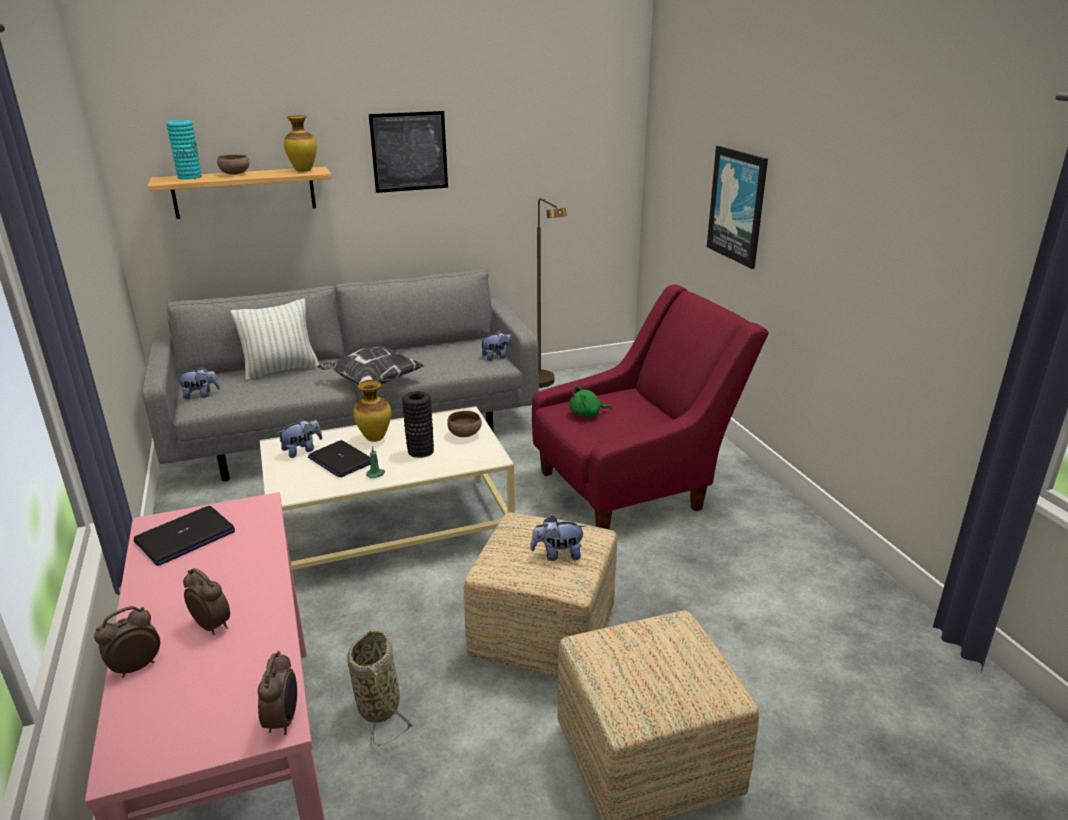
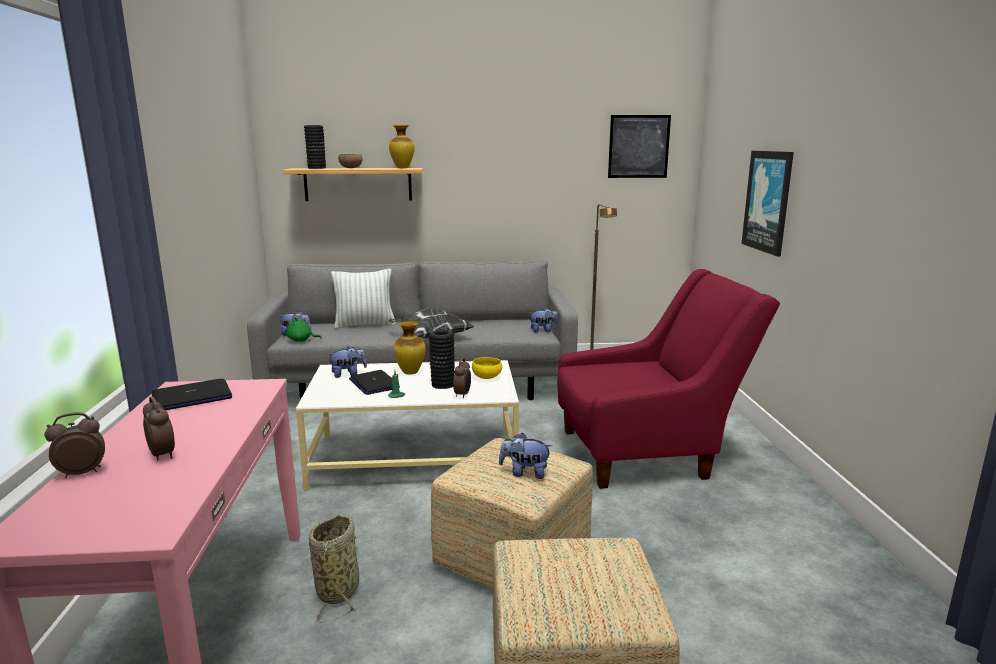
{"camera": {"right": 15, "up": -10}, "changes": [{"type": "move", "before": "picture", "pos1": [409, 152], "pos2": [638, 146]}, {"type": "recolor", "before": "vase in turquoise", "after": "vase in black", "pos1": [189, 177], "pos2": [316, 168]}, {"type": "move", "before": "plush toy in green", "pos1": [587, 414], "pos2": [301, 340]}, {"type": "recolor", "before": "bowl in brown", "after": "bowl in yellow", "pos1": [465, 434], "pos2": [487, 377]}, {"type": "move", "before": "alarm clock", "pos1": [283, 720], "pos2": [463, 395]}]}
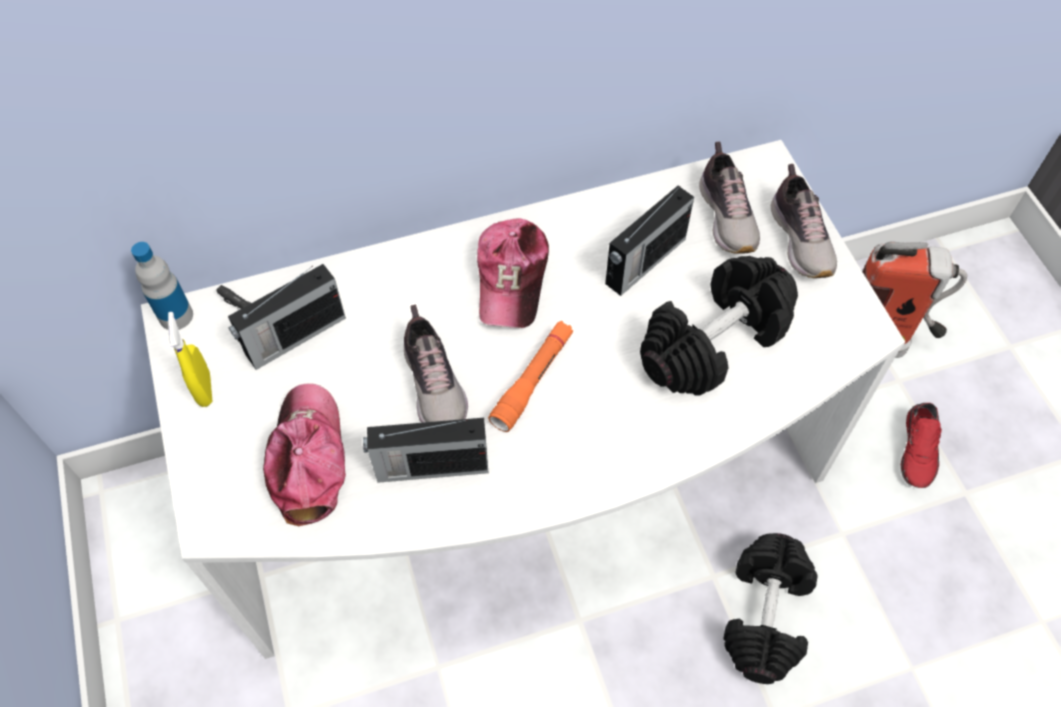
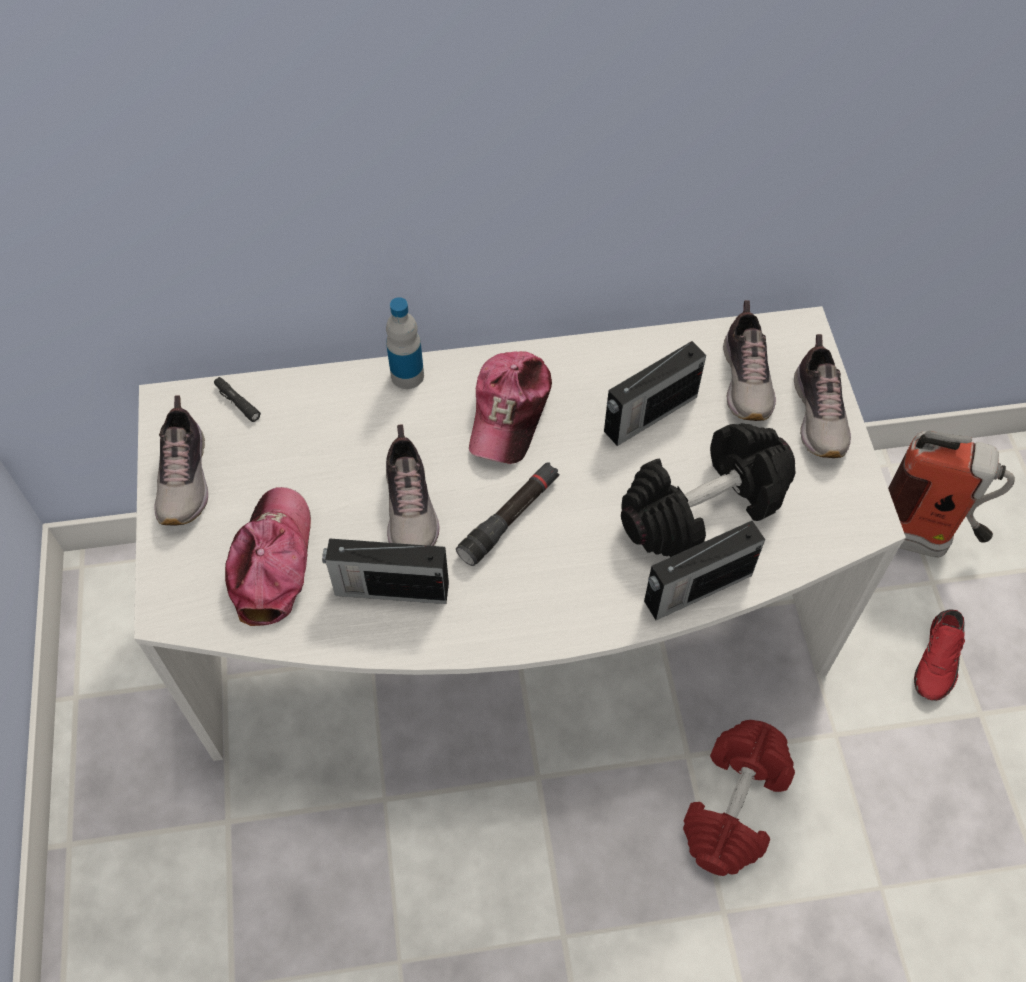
{"camera": {"right": 10, "up": 0}, "changes": [{"type": "move", "before": "bottle", "pos1": [176, 316], "pos2": [407, 375]}, {"type": "move", "before": "radio", "pos1": [293, 337], "pos2": [695, 589]}, {"type": "replace", "before": "spray bottle in yellow", "after": "shoe", "pos1": [204, 389], "pos2": [185, 478]}, {"type": "recolor", "before": "flashlight in orange", "after": "flashlight in black", "pos1": [533, 380], "pos2": [509, 518]}, {"type": "recolor", "before": "dumbbell in black", "after": "dumbbell in red", "pos1": [765, 615], "pos2": [734, 806]}]}
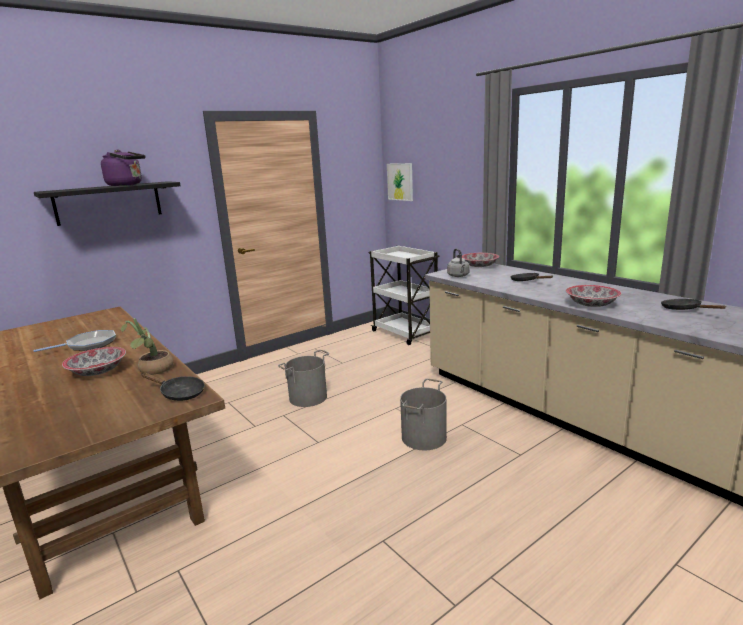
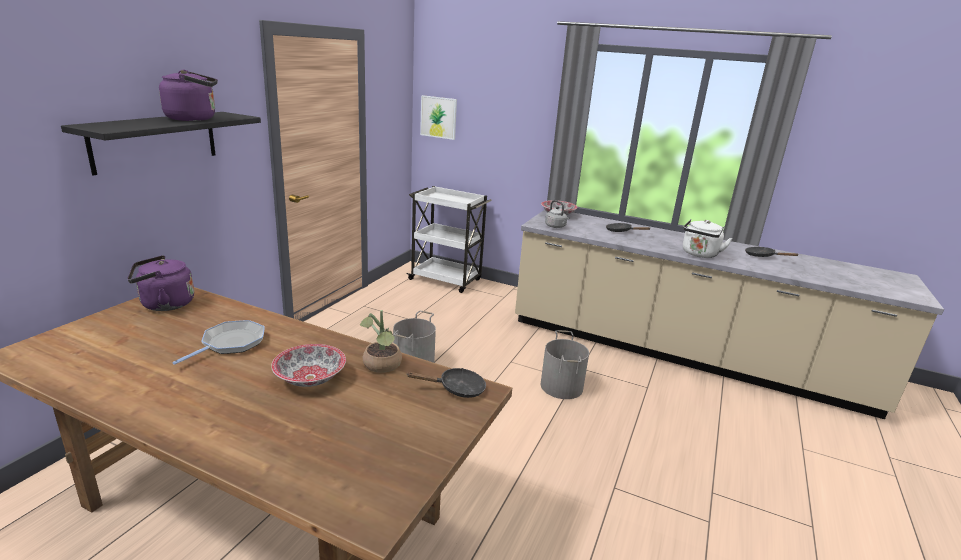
{"camera": {"right": -30, "up": 5}, "changes": [{"type": "replace", "before": "bowl", "after": "kettle in white", "pos1": [591, 304], "pos2": [699, 254]}, {"type": "insert", "after": "kettle in purple", "pos2": [164, 304]}]}
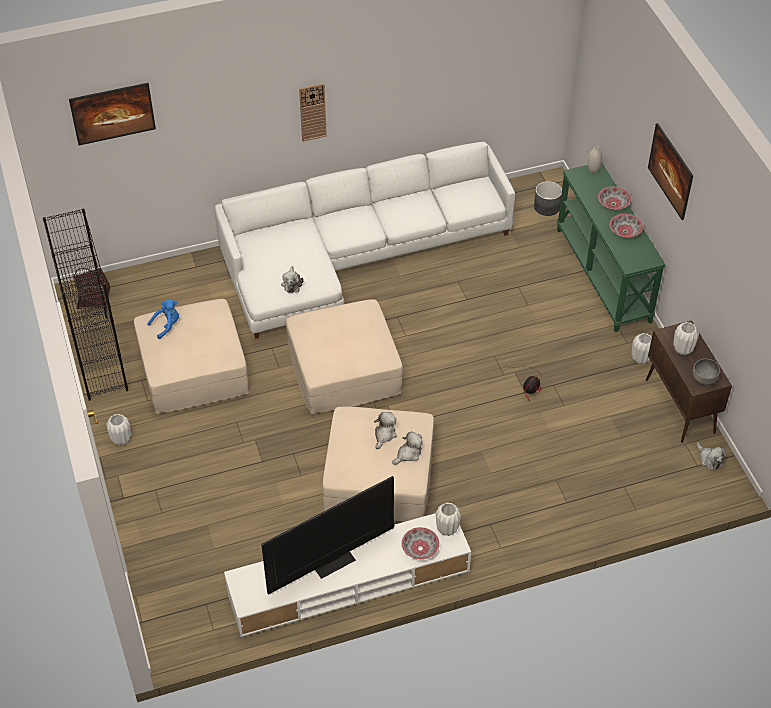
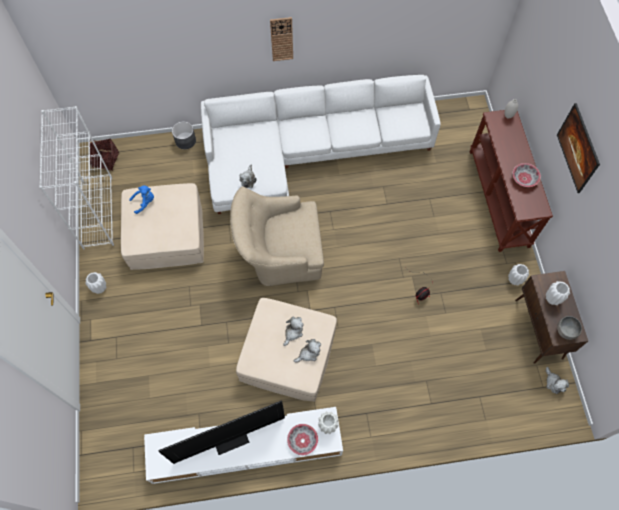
{"camera": {"right": 10, "up": 15}, "changes": [{"type": "delete", "before": "picture", "pos1": [115, 124]}, {"type": "recolor", "before": "console table in green", "after": "console table in brown", "pos1": [604, 275], "pos2": [499, 198]}, {"type": "move", "before": "planter in grey", "pos1": [547, 206], "pos2": [185, 140]}, {"type": "delete", "before": "bowl", "pos1": [613, 204]}, {"type": "recolor", "before": "bookcase in black", "after": "bookcase in white", "pos1": [97, 357], "pos2": [97, 212]}, {"type": "replace", "before": "ottoman in beige", "after": "armchair in beige", "pos1": [343, 370], "pos2": [279, 253]}]}
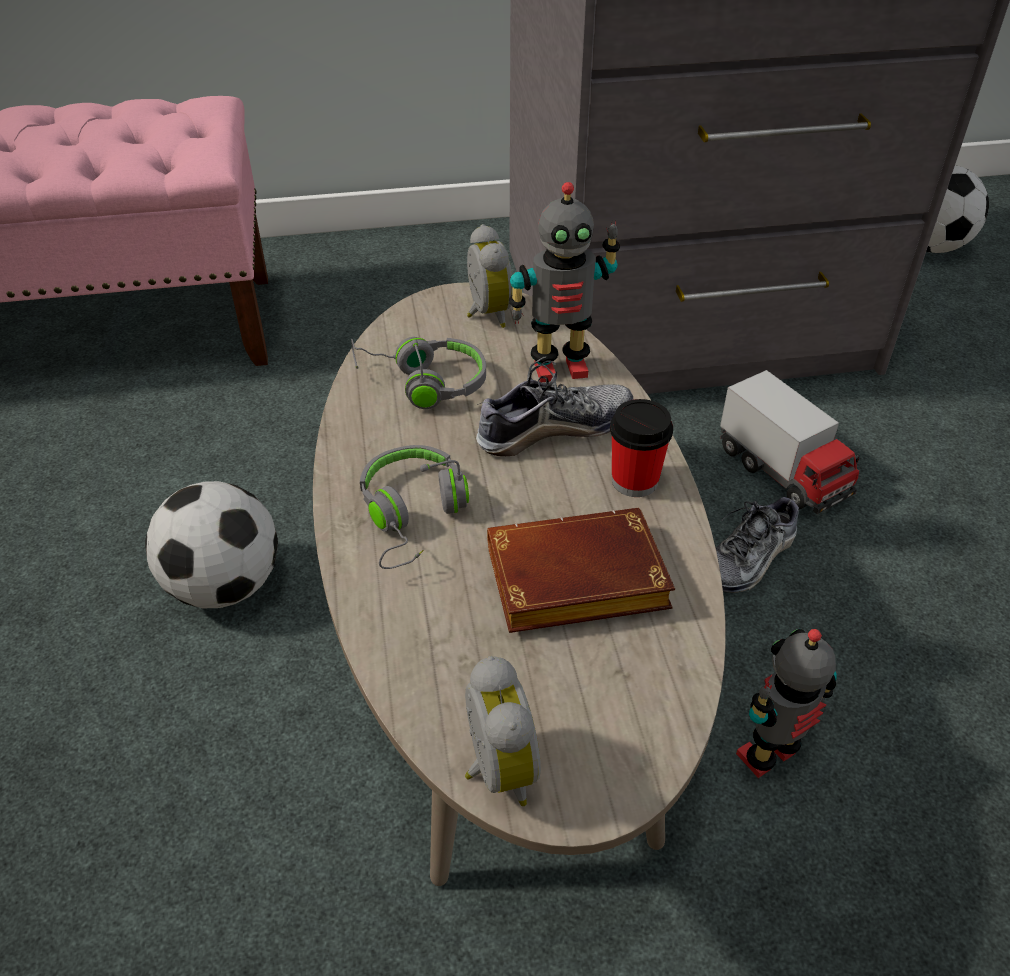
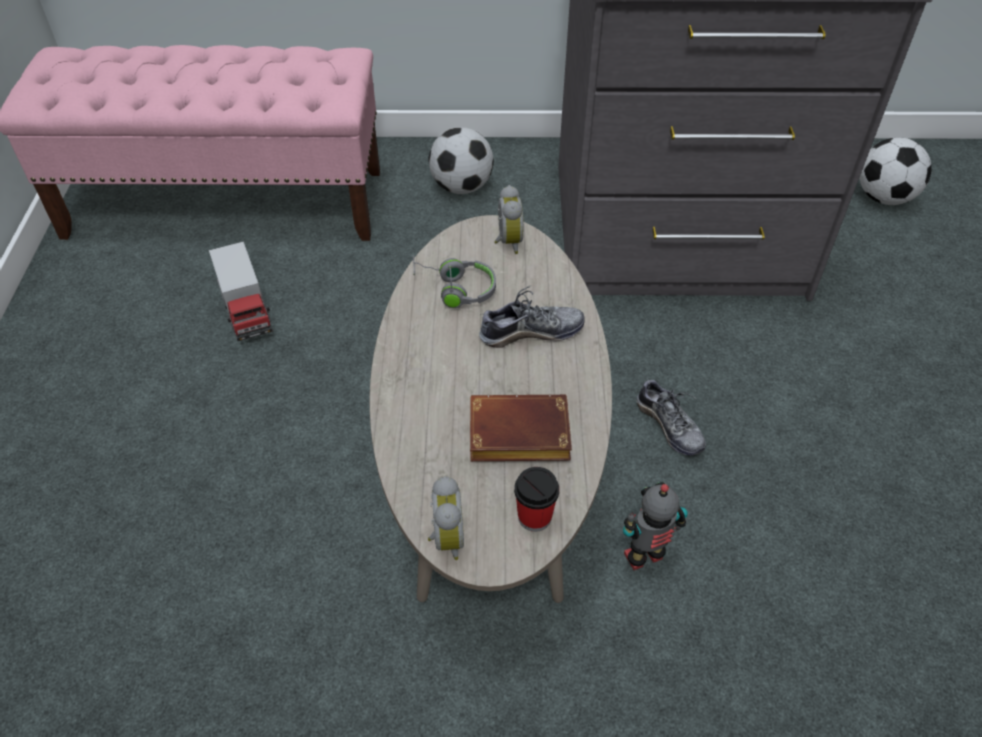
{"camera": {"right": 10, "up": 5}, "changes": [{"type": "delete", "before": "toy robot", "pos1": [559, 367]}, {"type": "move", "before": "toy truck", "pos1": [782, 473], "pos2": [246, 311]}, {"type": "move", "before": "cup", "pos1": [634, 481], "pos2": [534, 517]}, {"type": "delete", "before": "headphones in grey", "pos1": [413, 515]}, {"type": "move", "before": "football", "pos1": [225, 586], "pos2": [461, 187]}, {"type": "rotate", "before": "shoe", "pos1": [748, 559], "pos2": [669, 426], "turn": -90}]}
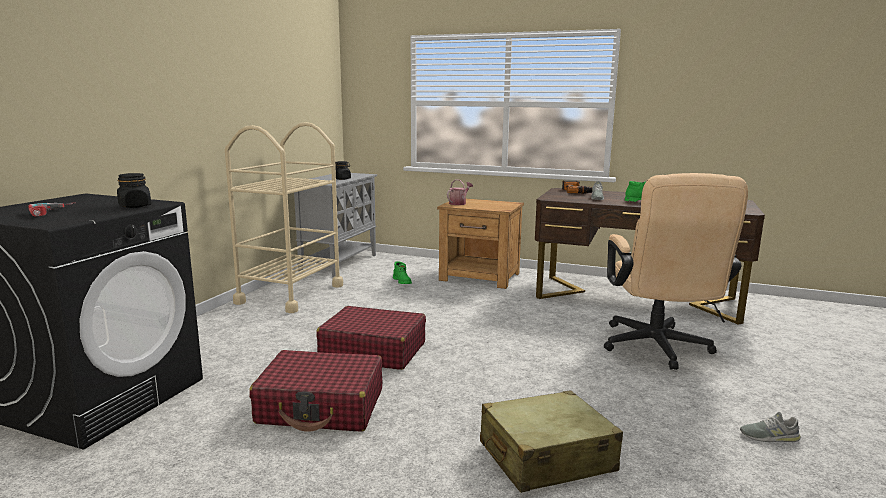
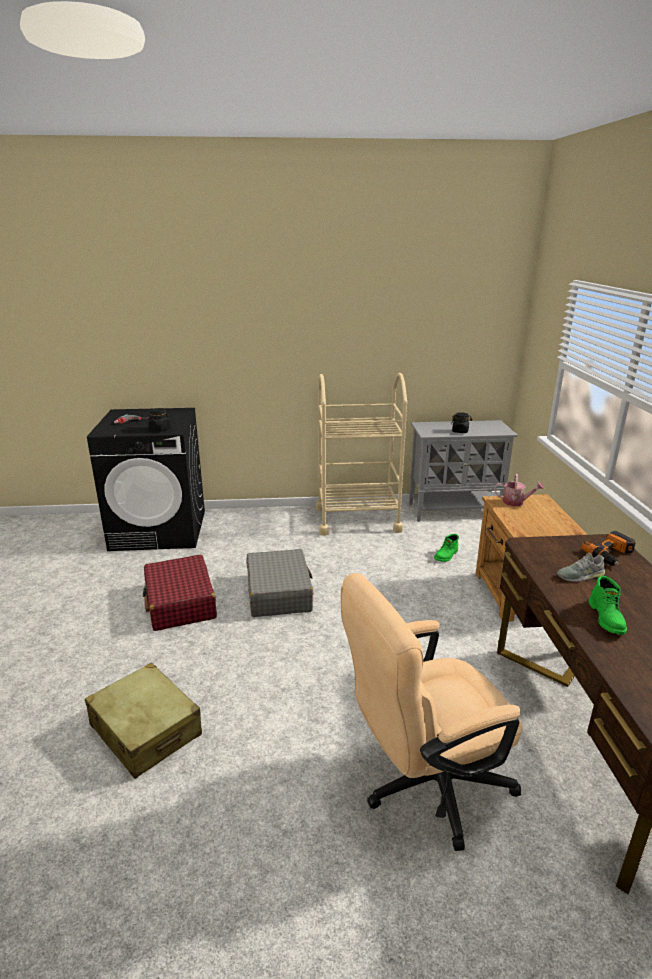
{"camera": {"right": 65, "up": 10}, "changes": [{"type": "recolor", "before": "suitcase in red", "after": "suitcase in grey", "pos1": [373, 351], "pos2": [279, 593]}, {"type": "delete", "before": "shoe in grey", "pos1": [769, 436]}]}
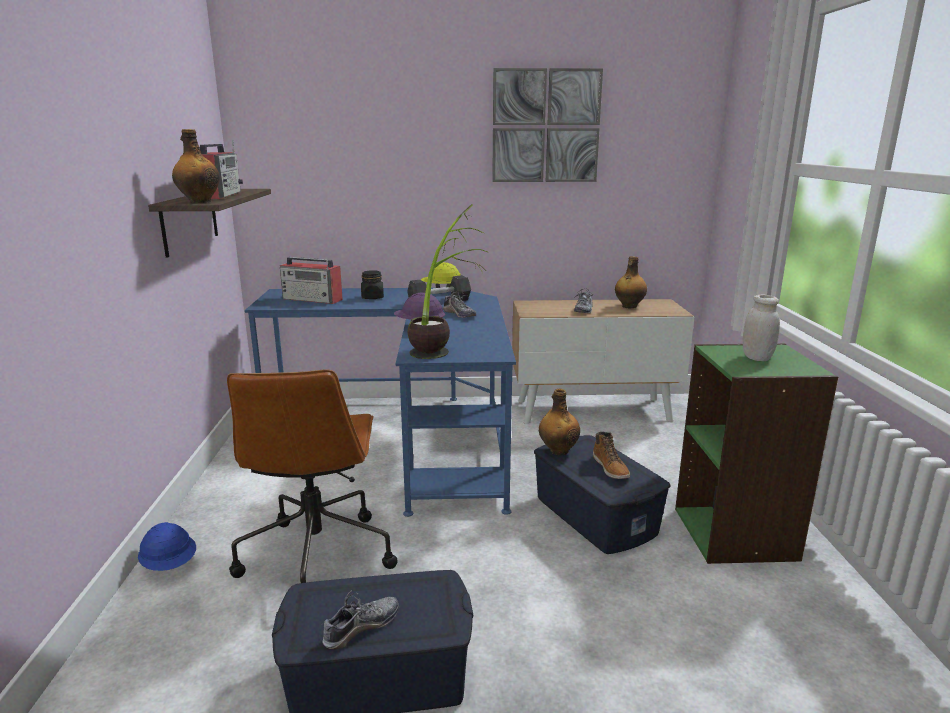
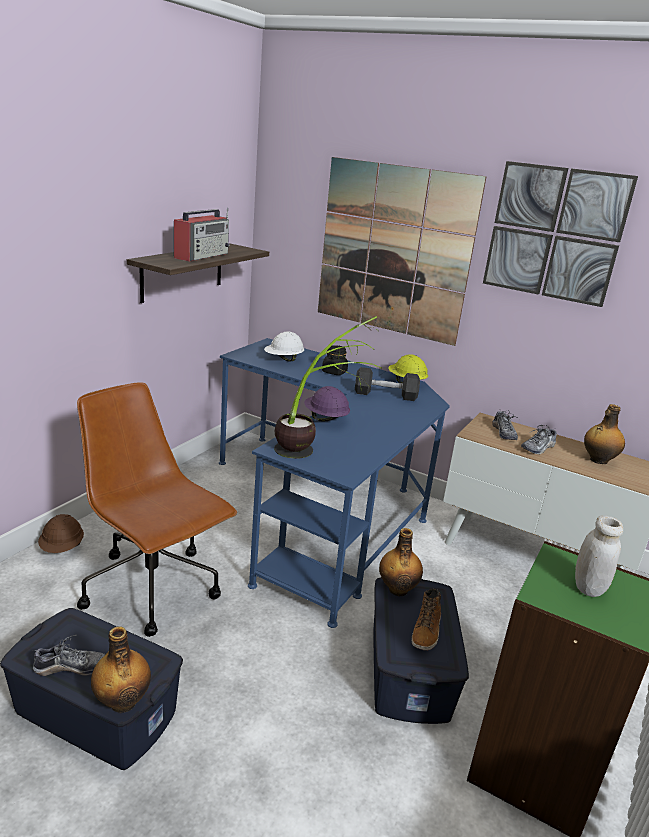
{"camera": {"right": 30, "up": 5}, "changes": [{"type": "move", "before": "bottle", "pos1": [199, 202], "pos2": [122, 701]}, {"type": "replace", "before": "radio", "after": "hard hat in white", "pos1": [313, 299], "pos2": [283, 360]}, {"type": "move", "before": "shoe", "pos1": [459, 314], "pos2": [504, 433]}, {"type": "rotate", "before": "office chair in brown", "pos1": [317, 556], "pos2": [153, 589], "turn": 105}, {"type": "recolor", "before": "hard hat in blue", "after": "hard hat in brown", "pos1": [170, 565], "pos2": [62, 548]}, {"type": "insert", "after": "picture", "pos2": [394, 250]}]}
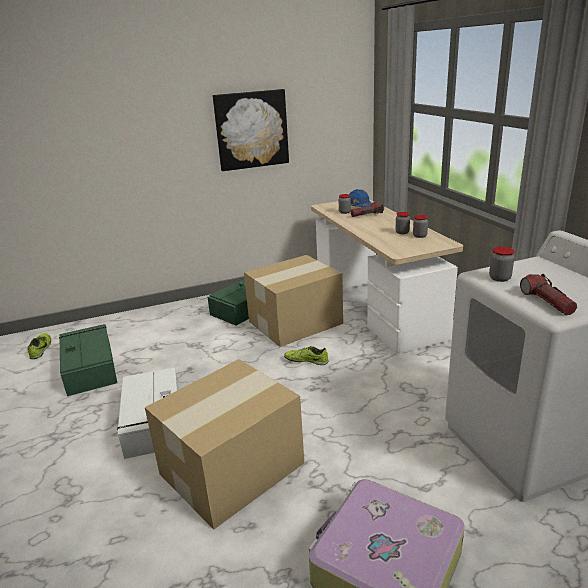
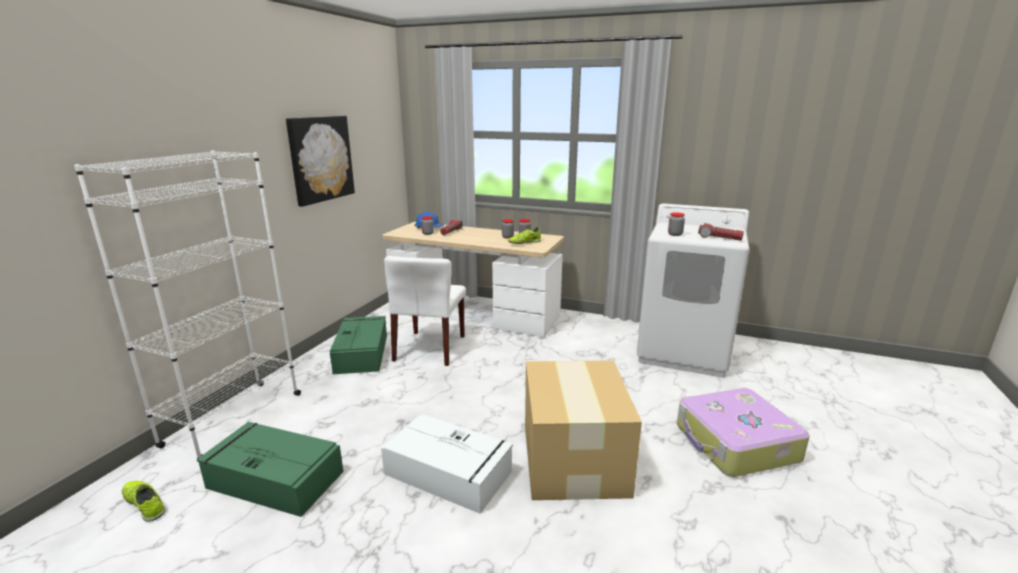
{"camera": {"right": -50, "up": -5}, "changes": [{"type": "replace", "before": "cardboard box", "after": "chair in white", "pos1": [294, 322], "pos2": [430, 348]}, {"type": "move", "before": "shoe", "pos1": [306, 360], "pos2": [524, 243]}, {"type": "insert", "after": "bookcase in white", "pos2": [233, 419]}]}
